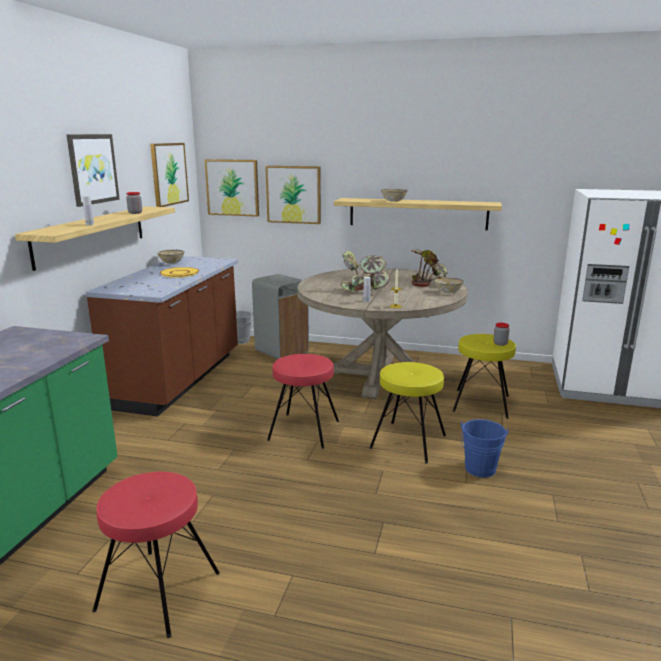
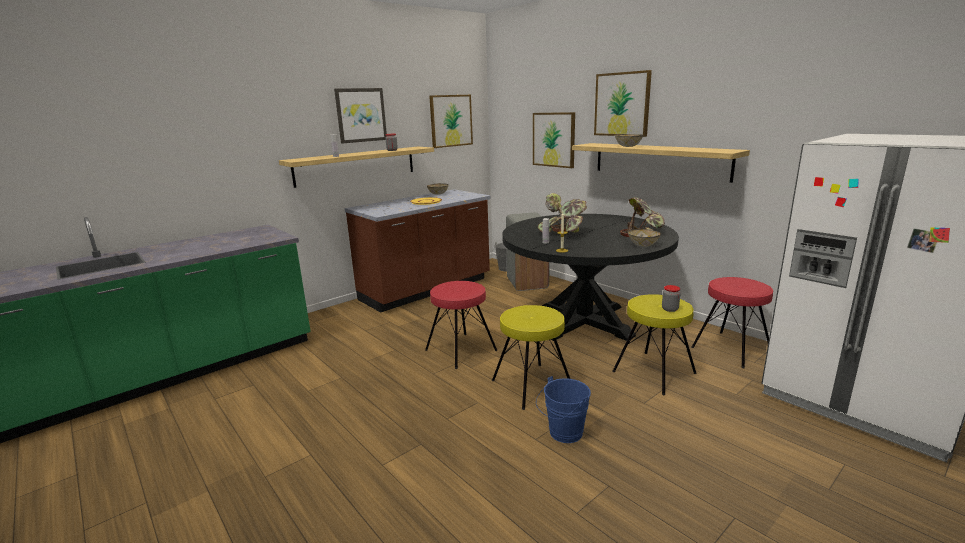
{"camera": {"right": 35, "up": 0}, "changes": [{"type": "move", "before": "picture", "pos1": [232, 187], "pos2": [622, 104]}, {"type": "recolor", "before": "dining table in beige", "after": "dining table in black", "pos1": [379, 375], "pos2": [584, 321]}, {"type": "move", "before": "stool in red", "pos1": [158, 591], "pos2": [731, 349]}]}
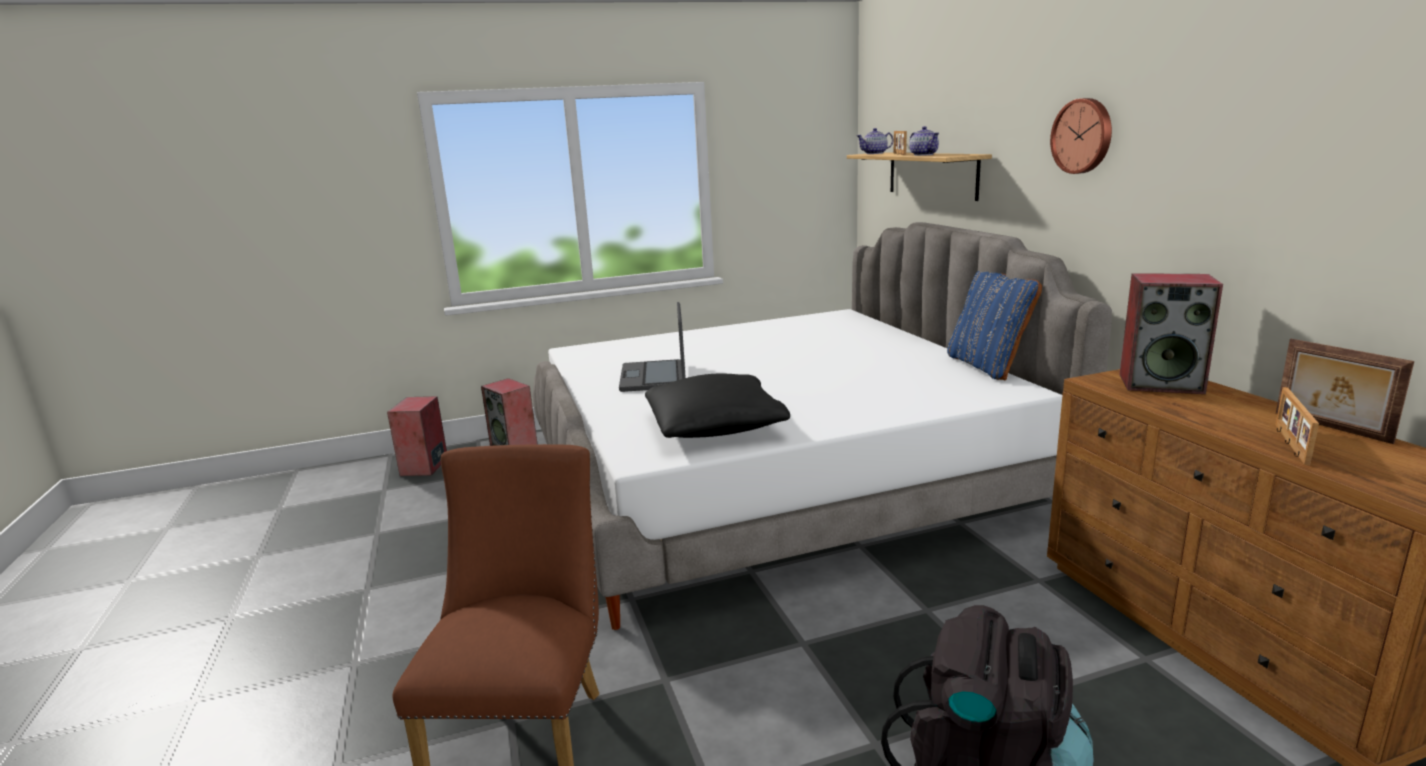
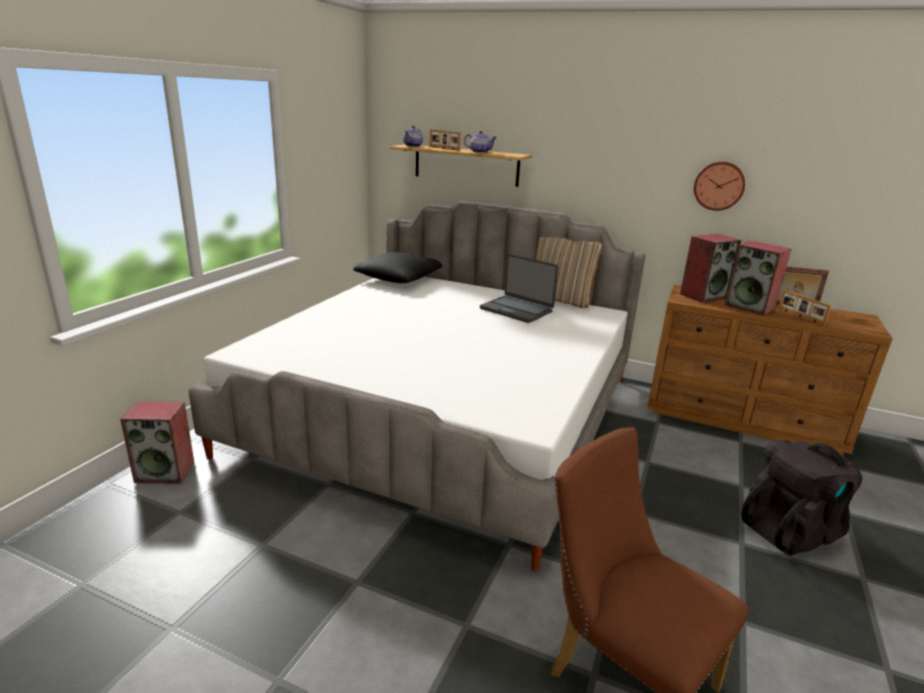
{"camera": {"right": -50, "up": 5}, "changes": [{"type": "move", "before": "wall clock", "pos1": [1083, 136], "pos2": [719, 186]}, {"type": "recolor", "before": "pillow in blue", "after": "pillow in beige", "pos1": [988, 366], "pos2": [560, 300]}, {"type": "move", "before": "laptop", "pos1": [654, 377], "pos2": [516, 310]}, {"type": "move", "before": "pillow in black", "pos1": [715, 426], "pos2": [399, 279]}, {"type": "move", "before": "speaker", "pos1": [424, 467], "pos2": [750, 307]}]}
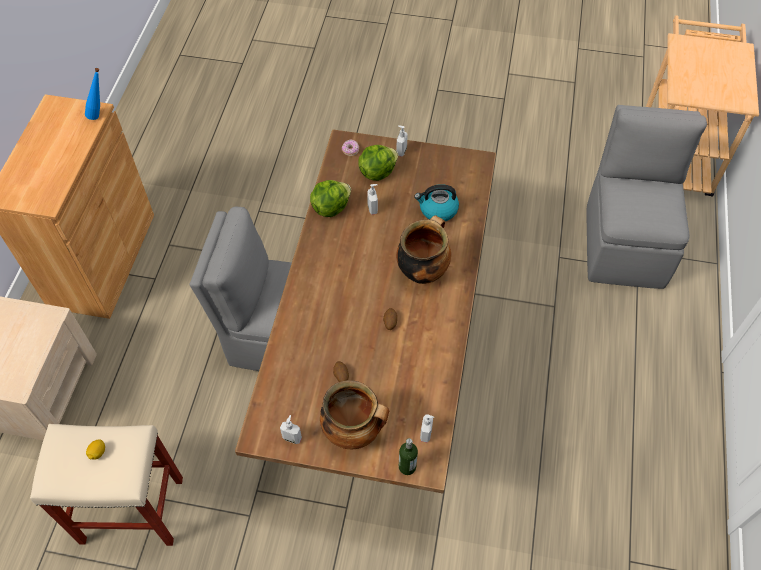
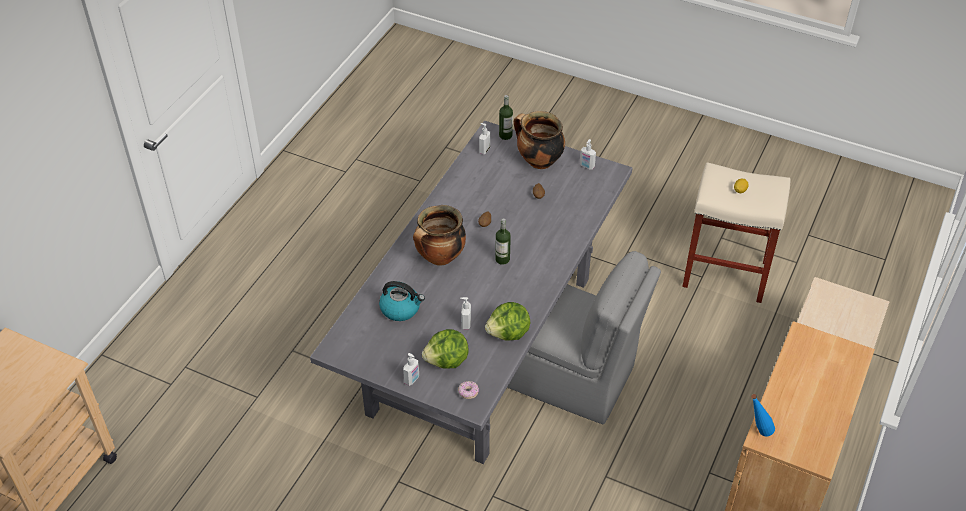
{"camera": {"right": -165, "up": -10}, "changes": [{"type": "delete", "before": "chair in grey", "pos1": [624, 243]}, {"type": "recolor", "before": "dining table in brown", "after": "dining table in grey", "pos1": [380, 356], "pos2": [483, 342]}, {"type": "insert", "after": "bottle", "pos2": [502, 259]}]}
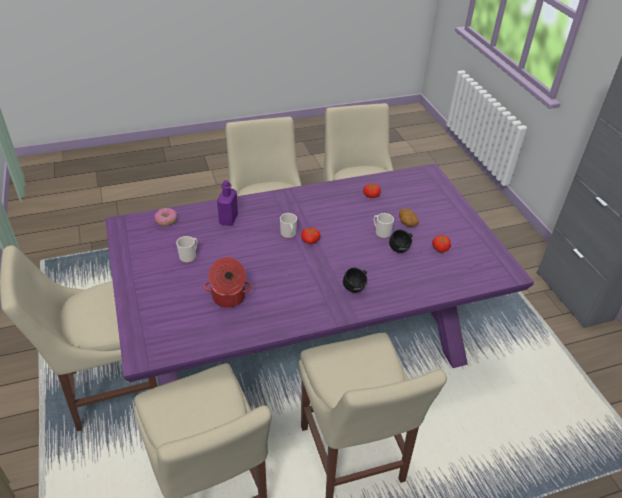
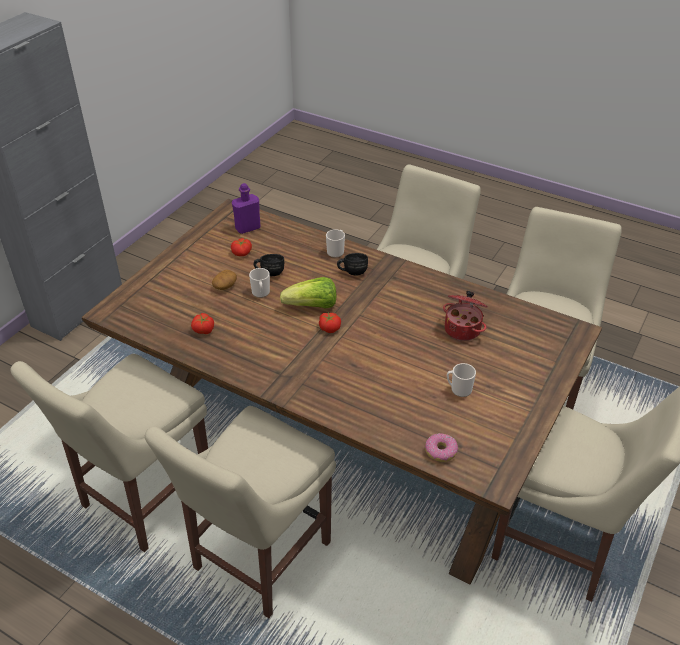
{"camera": {"right": -130, "up": 0}, "changes": [{"type": "recolor", "before": "dining table in purple", "after": "dining table in brown", "pos1": [305, 347], "pos2": [341, 441]}, {"type": "move", "before": "bottle in purple", "pos1": [228, 219], "pos2": [248, 228]}, {"type": "move", "before": "mug", "pos1": [288, 234], "pos2": [336, 251]}, {"type": "insert", "after": "lettuce", "pos2": [312, 306]}]}
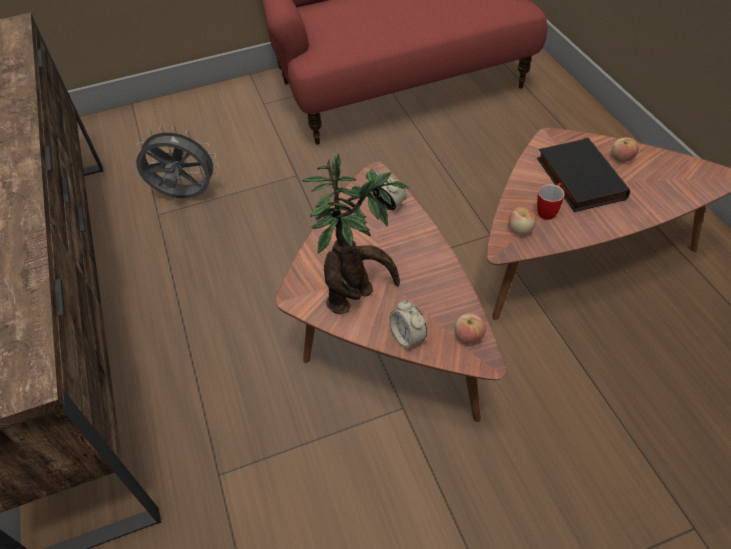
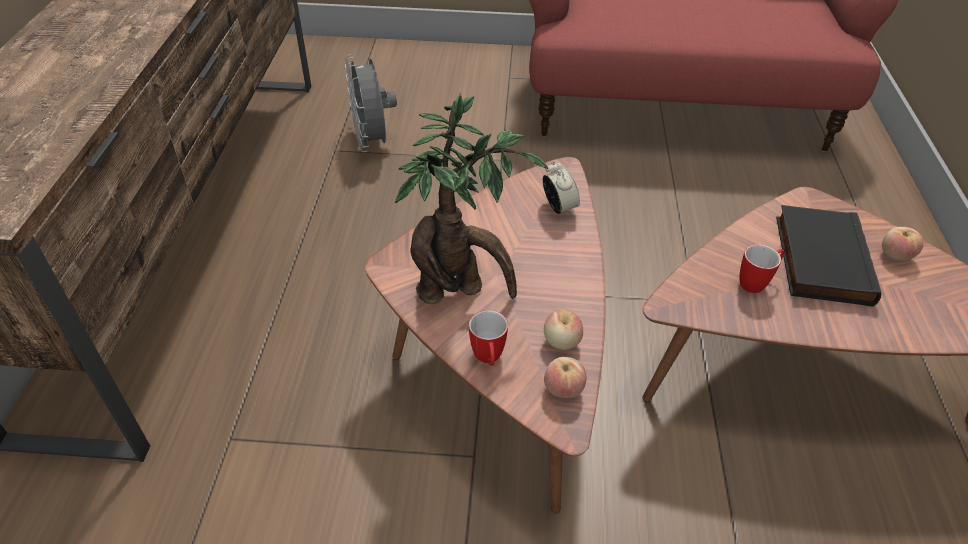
{"camera": {"right": 20, "up": -5}, "changes": [{"type": "rotate", "before": "fan in grey", "pos1": [185, 196], "pos2": [373, 142], "turn": -135}, {"type": "move", "before": "apple", "pos1": [520, 229], "pos2": [561, 341]}, {"type": "replace", "before": "alarm clock", "after": "mug", "pos1": [408, 337], "pos2": [488, 360]}]}
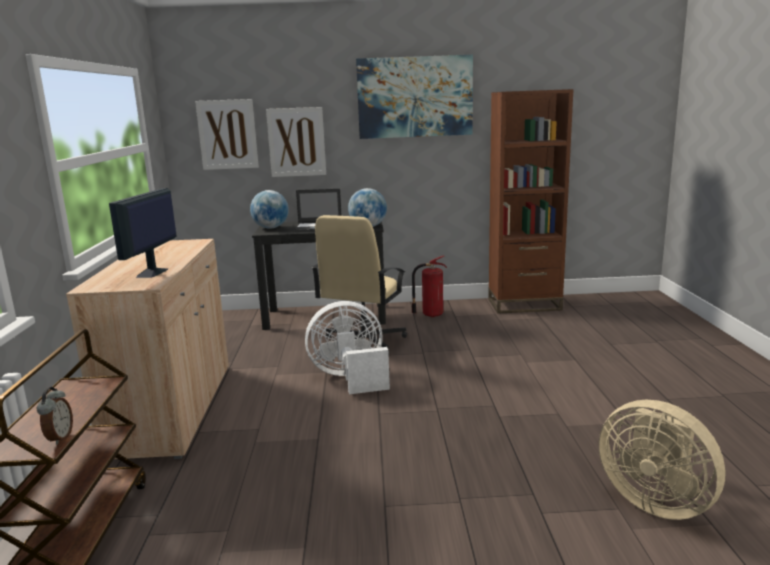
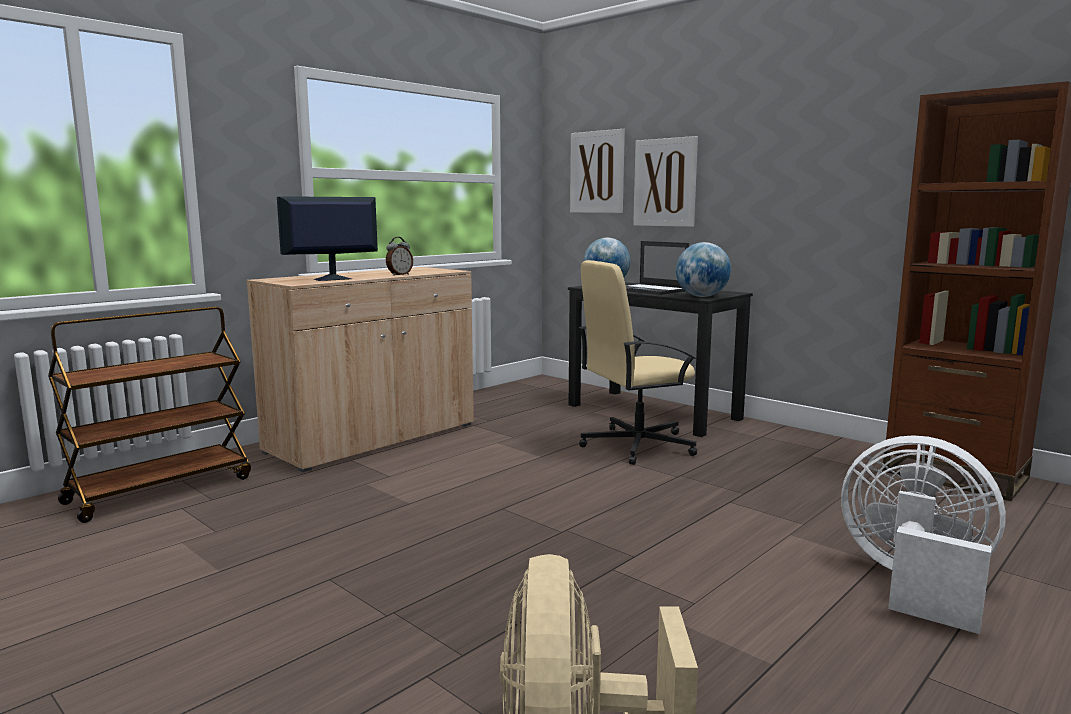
{"camera": {"right": 45, "up": -5}, "changes": [{"type": "delete", "before": "picture", "pos1": [415, 97]}, {"type": "delete", "before": "fire extinguisher", "pos1": [431, 314]}, {"type": "move", "before": "fan in white", "pos1": [350, 378], "pos2": [914, 584]}, {"type": "move", "before": "alarm clock", "pos1": [59, 438], "pos2": [399, 275]}]}
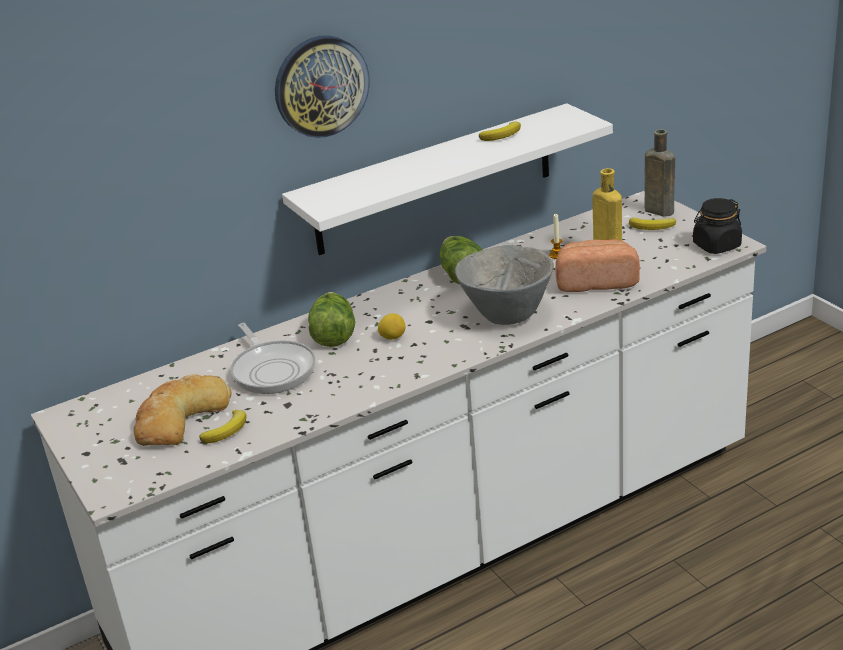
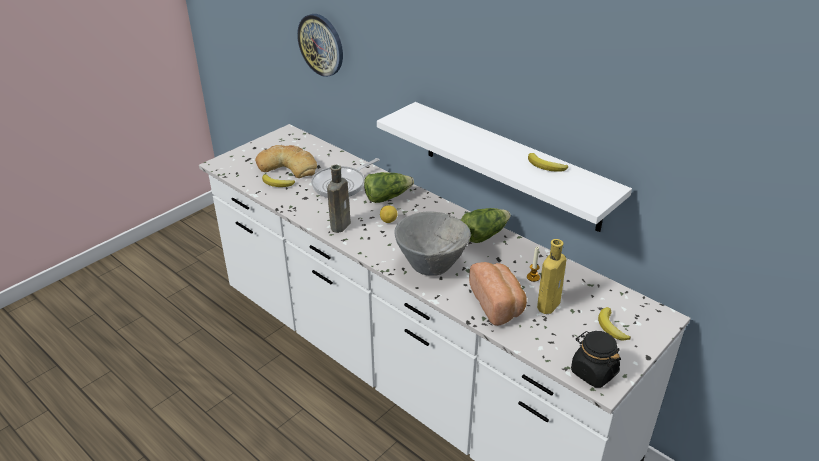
{"camera": {"right": 70, "up": 5}, "changes": [{"type": "move", "before": "wall clock", "pos1": [321, 86], "pos2": [321, 45]}, {"type": "move", "before": "bottle in brown", "pos1": [657, 210], "pos2": [341, 224]}]}
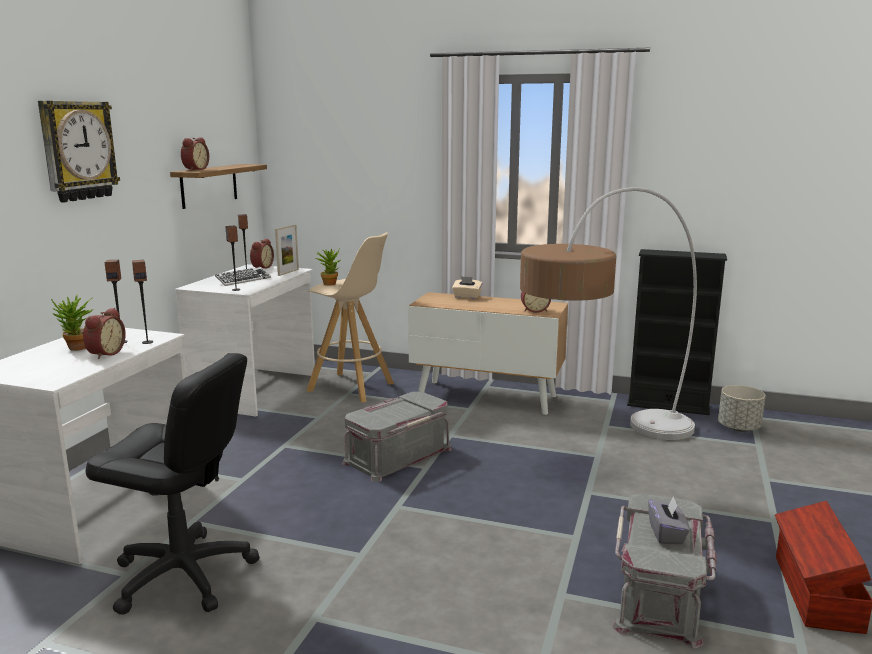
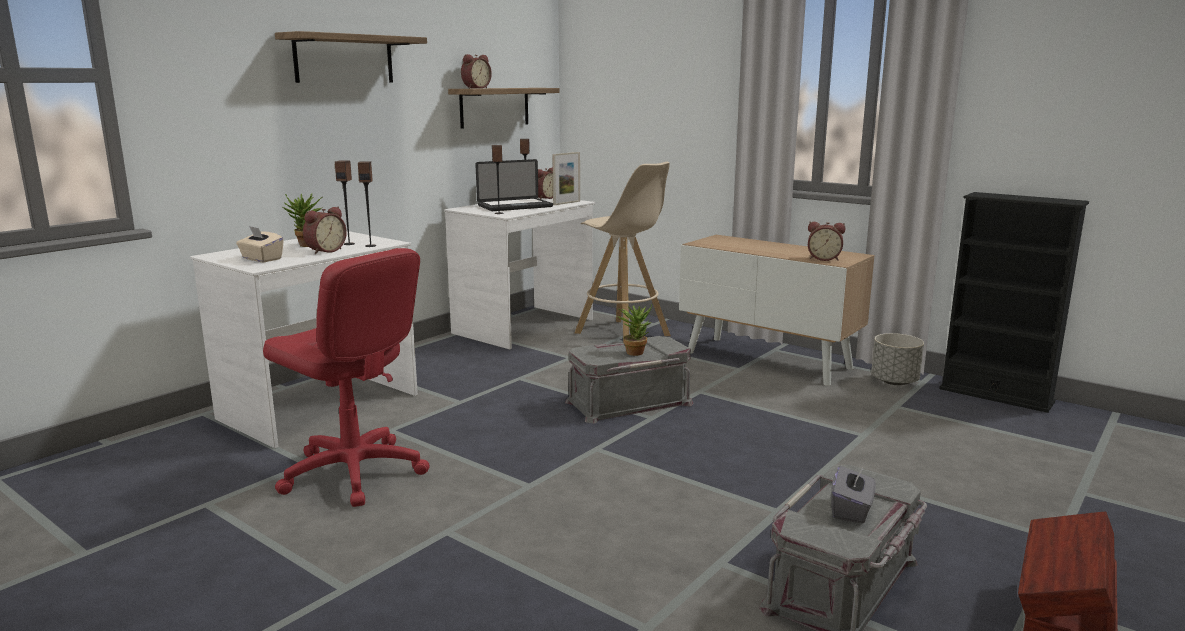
{"camera": {"right": 20, "up": 0}, "changes": [{"type": "replace", "before": "wall clock", "after": "shelf", "pos1": [77, 150], "pos2": [344, 59]}, {"type": "delete", "before": "floor lamp", "pos1": [603, 449]}, {"type": "move", "before": "potted plant", "pos1": [329, 283], "pos2": [635, 351]}, {"type": "replace", "before": "keyboard", "after": "laptop", "pos1": [243, 280], "pos2": [515, 206]}, {"type": "move", "before": "tissue box in beige", "pos1": [467, 297], "pos2": [261, 259]}, {"type": "recolor", "before": "office chair in black", "after": "office chair in red", "pos1": [183, 575], "pos2": [353, 473]}, {"type": "move", "before": "planter in grey", "pos1": [738, 428], "pos2": [894, 382]}]}
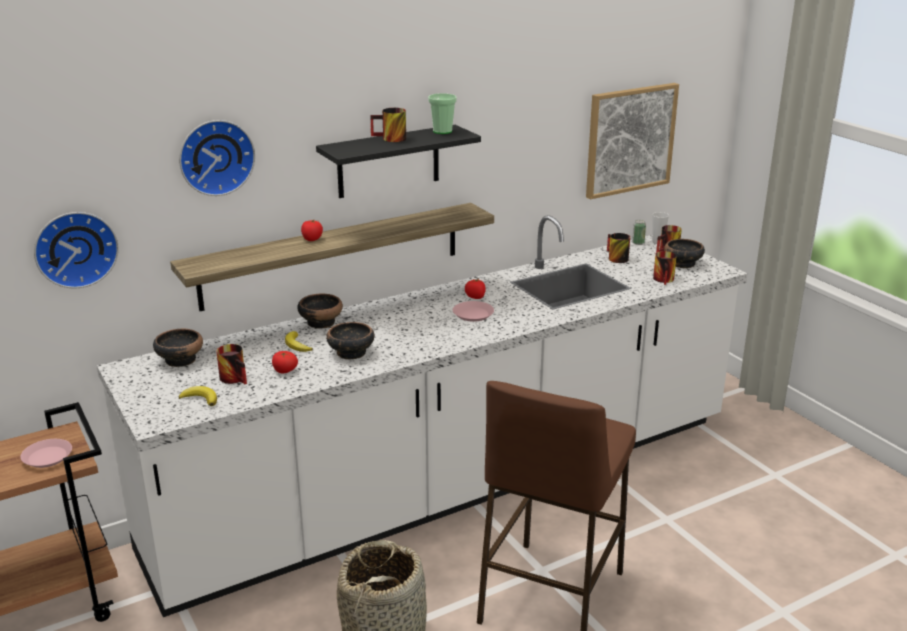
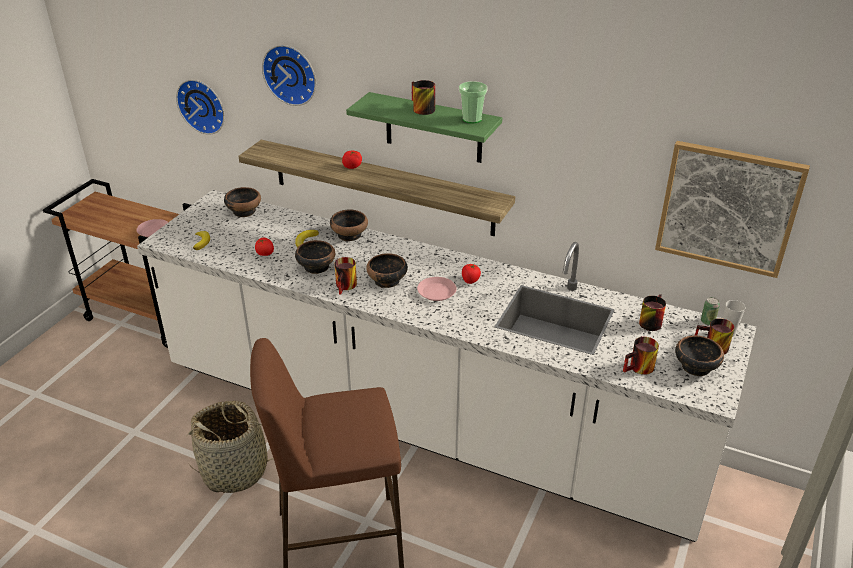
{"camera": {"right": 55, "up": 10}, "changes": [{"type": "recolor", "before": "shelf in black", "after": "shelf in green", "pos1": [388, 161], "pos2": [433, 128]}, {"type": "move", "before": "mug", "pos1": [237, 378], "pos2": [347, 286]}, {"type": "insert", "after": "bowl", "pos2": [387, 281]}]}
